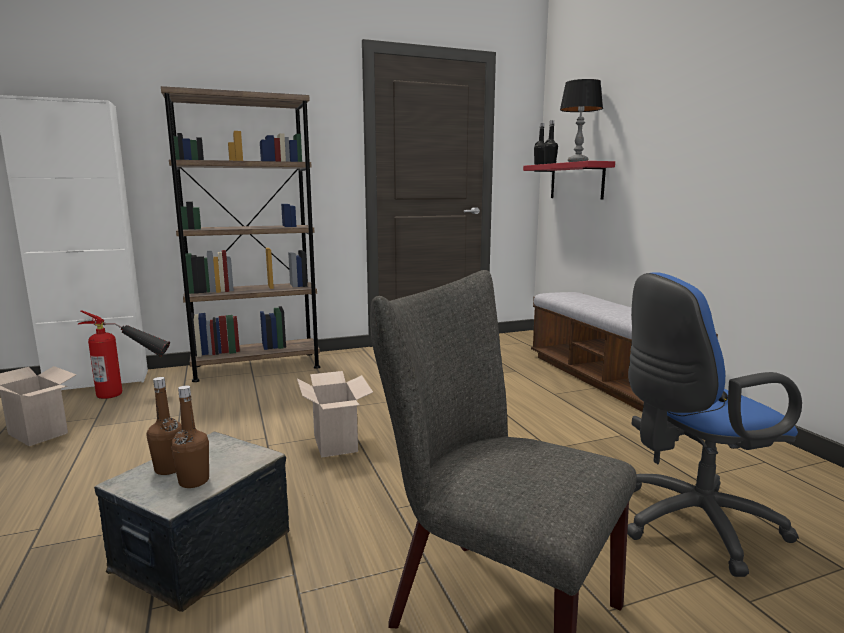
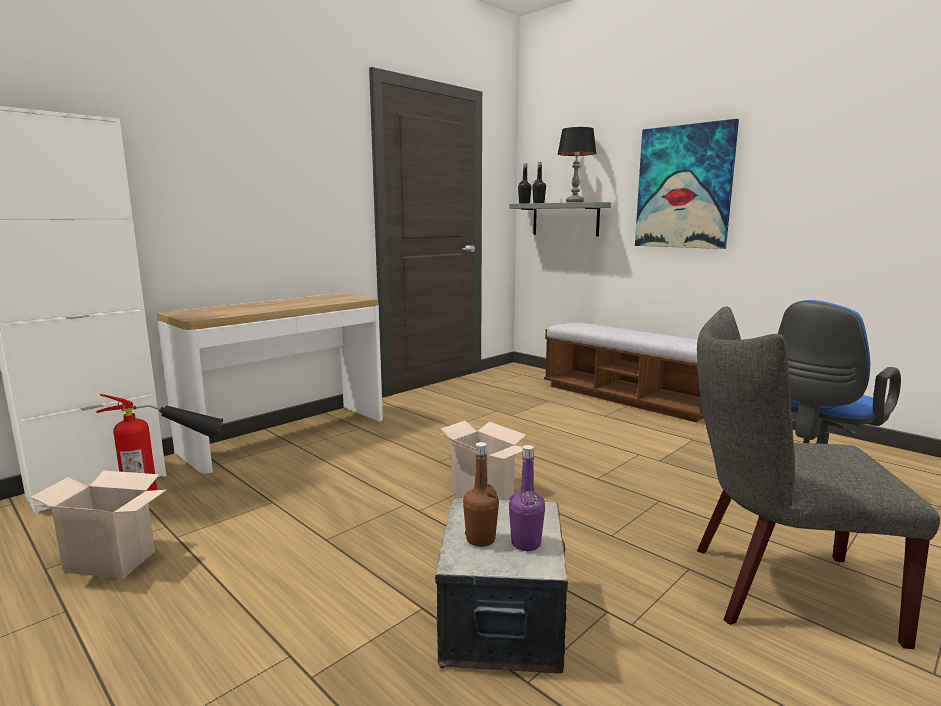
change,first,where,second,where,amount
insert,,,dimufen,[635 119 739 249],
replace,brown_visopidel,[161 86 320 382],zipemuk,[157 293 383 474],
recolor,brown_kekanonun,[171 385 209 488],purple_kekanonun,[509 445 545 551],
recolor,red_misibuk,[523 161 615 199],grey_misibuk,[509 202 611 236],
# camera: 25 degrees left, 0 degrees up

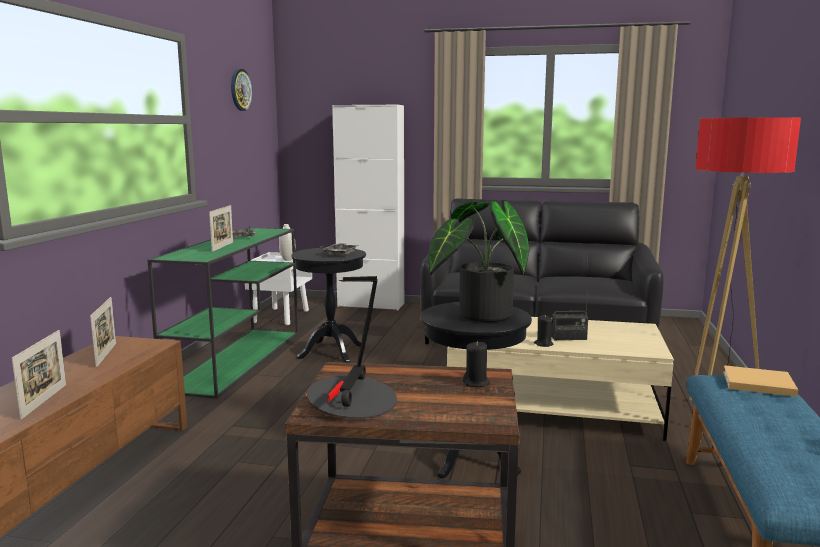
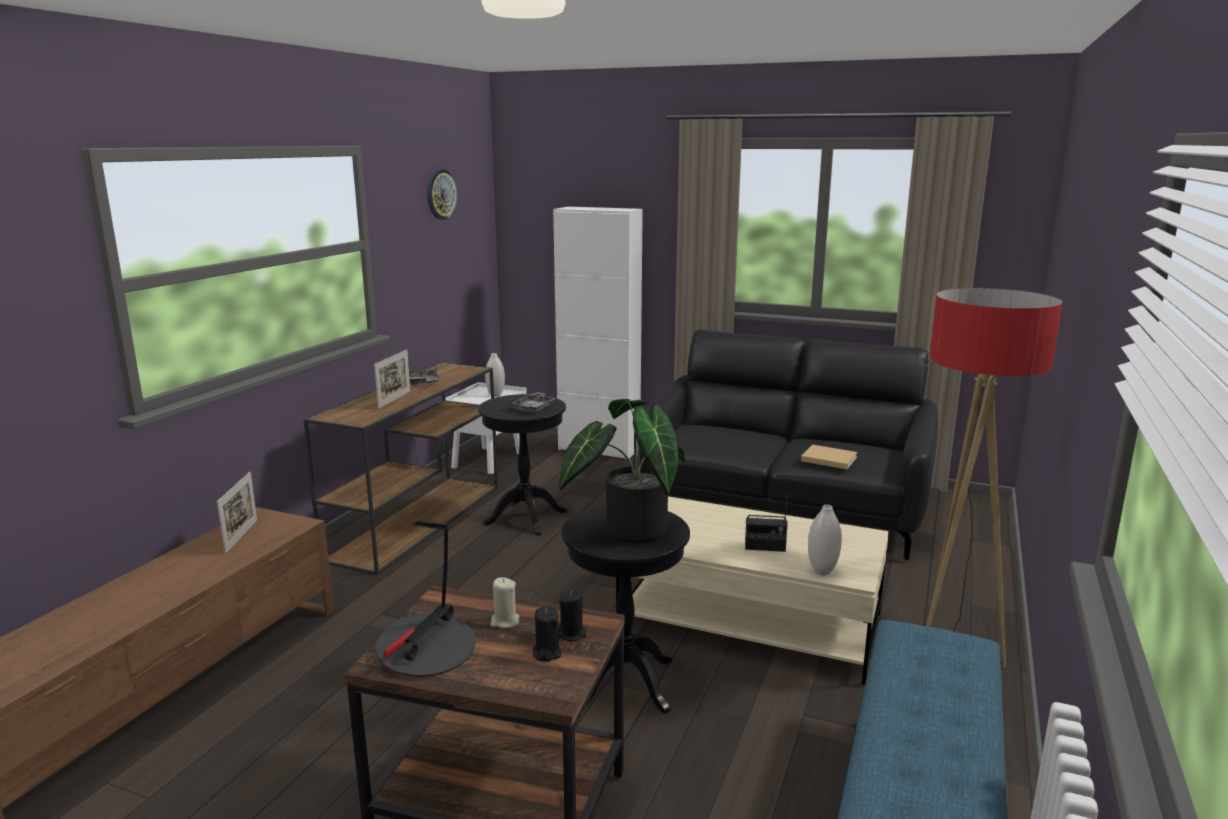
change,first,where,second,where,amount
delete,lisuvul,[12 330 66 420],,,
insert,,,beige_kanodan,[490 577 519 628],
insert,,,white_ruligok,[808 505 842 575],
move,black_kanodan,[534 315 553 347],,[533 606 561 662],
move,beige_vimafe,[723 365 798 397],,[801 445 858 469],
recolor,green_zipemuk,[148 228 298 399],brown_zipemuk,[303 362 498 575],
# camera: 10 degrees right, 5 degrees up

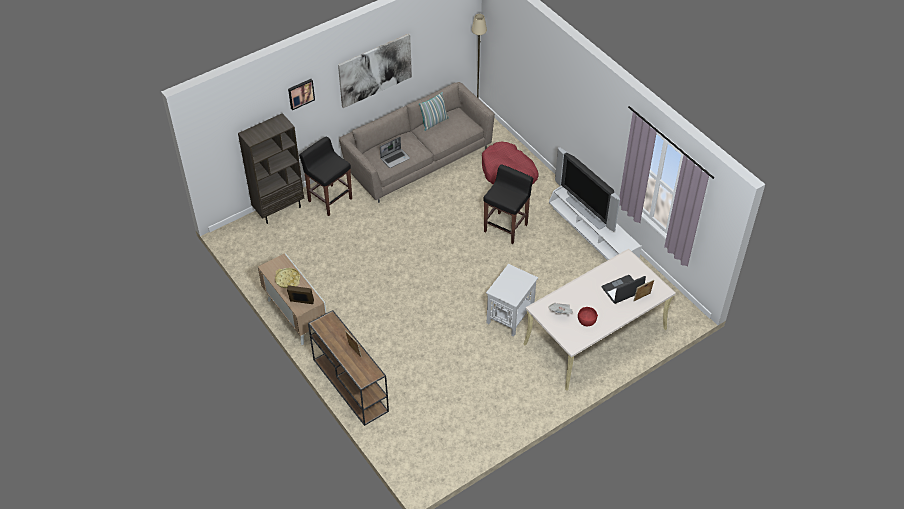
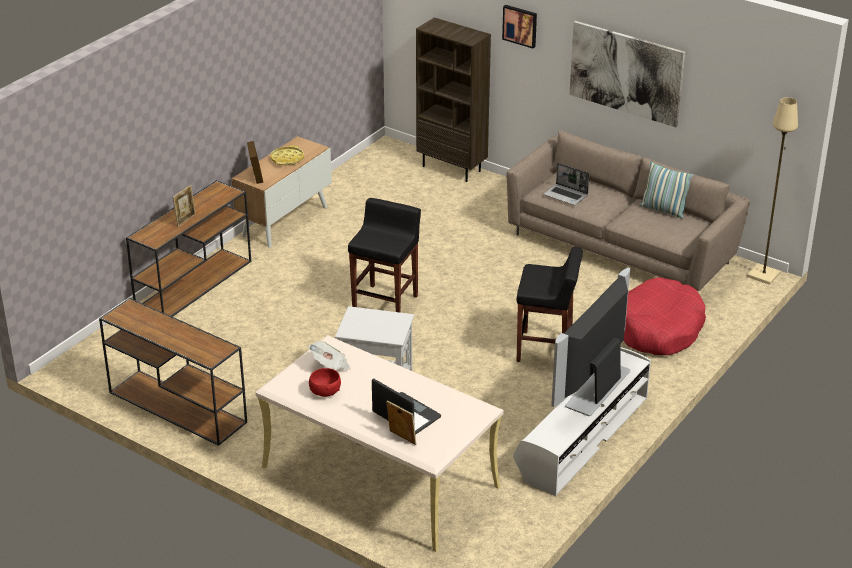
change,first,where,second,where,amount
insert,,,brown_zipemuk,[99 298 247 446],
move,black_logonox,[299 137 352 216],,[348 198 421 313],
# camera: 70 degrees right, 15 degrees down

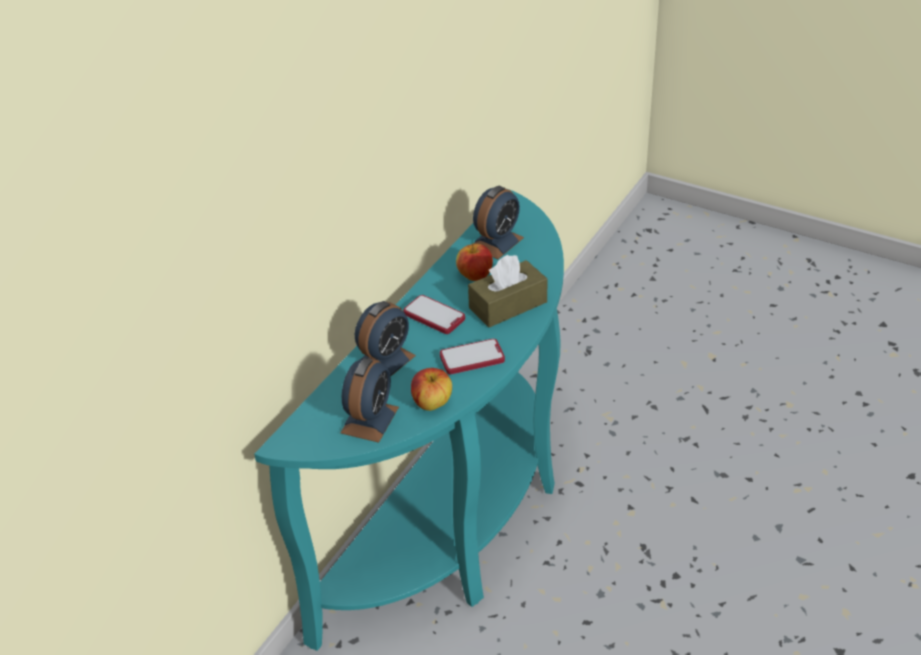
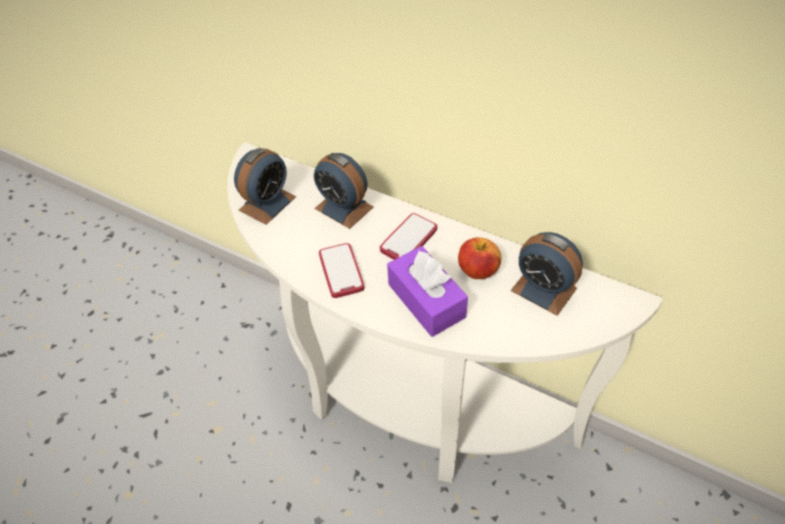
change,first,where,second,where,amount
delete,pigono,[411 368 452 411],,,
recolor,turquoise_zipemuk,[254 189 564 651],white_zipemuk,[227 142 663 483],
recolor,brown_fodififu,[468 255 548 328],purple_fodififu,[387 246 468 337],
rotate,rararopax,[340 358 399 443],,[234 148 296 225],75 degrees counterclockwise
# camera: 90 degrees right, 10 degrees up

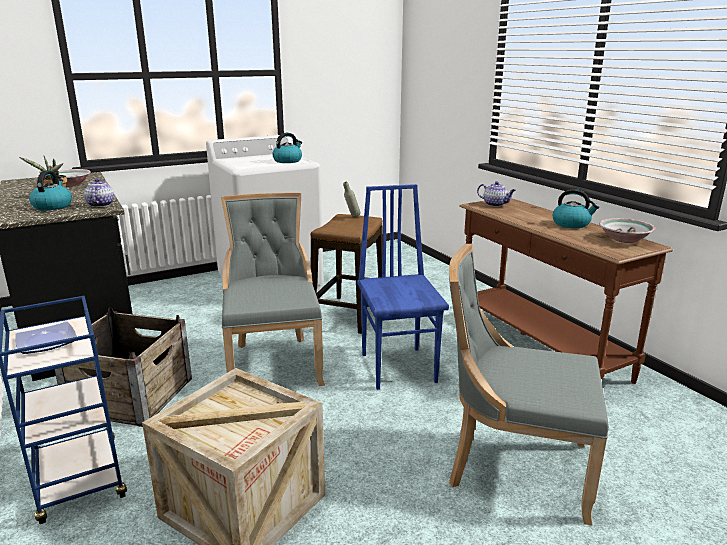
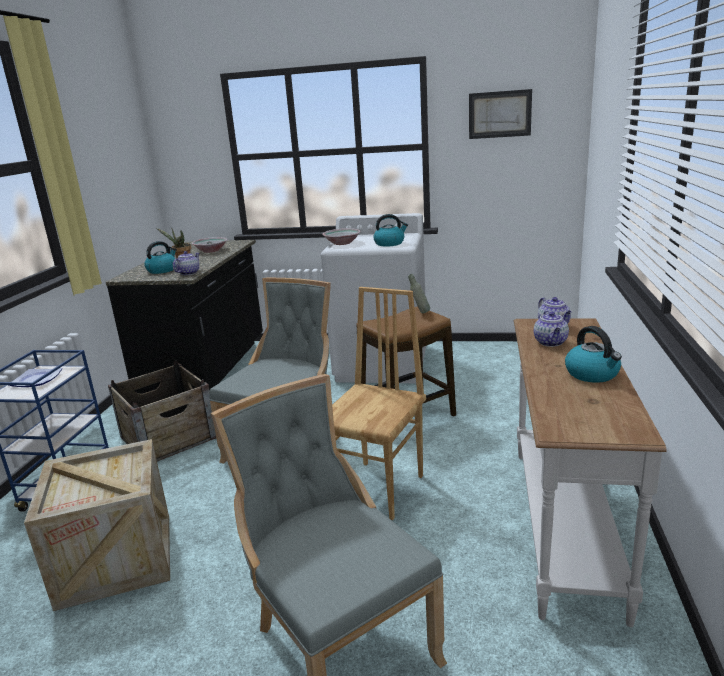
change,first,where,second,where,amount
insert,,,dimufen,[469 89 532 139],
insert,,,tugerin,[534 311 569 347],
move,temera,[599 218 655 243],,[322 228 361 245],
recolor,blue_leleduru,[357 184 449 390],brown_leleduru,[332 287 426 520],
recolor,brown_zipemuk,[459 198 673 384],white_zipemuk,[514 318 666 627],
# camera: 40 degrees right, 0 degrees up

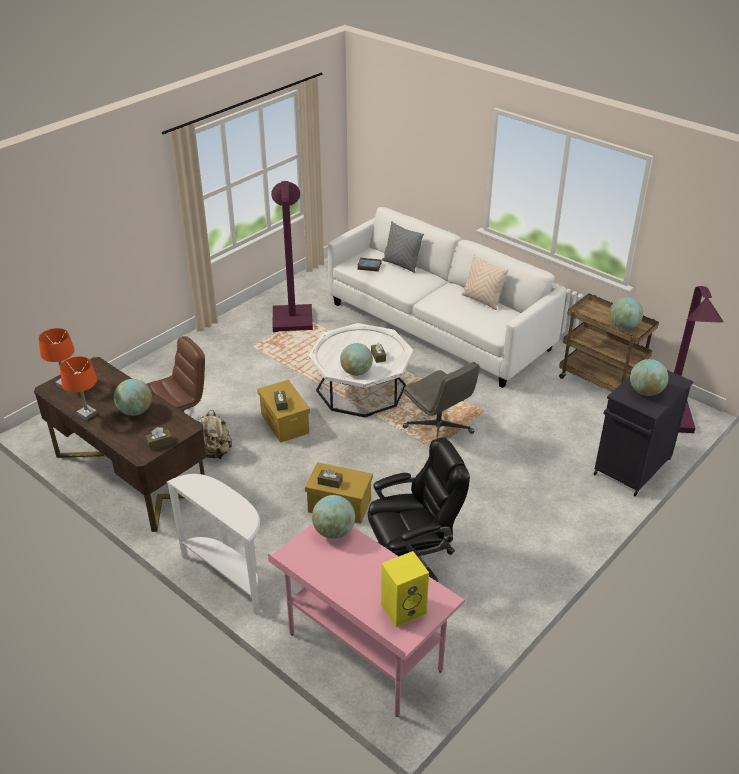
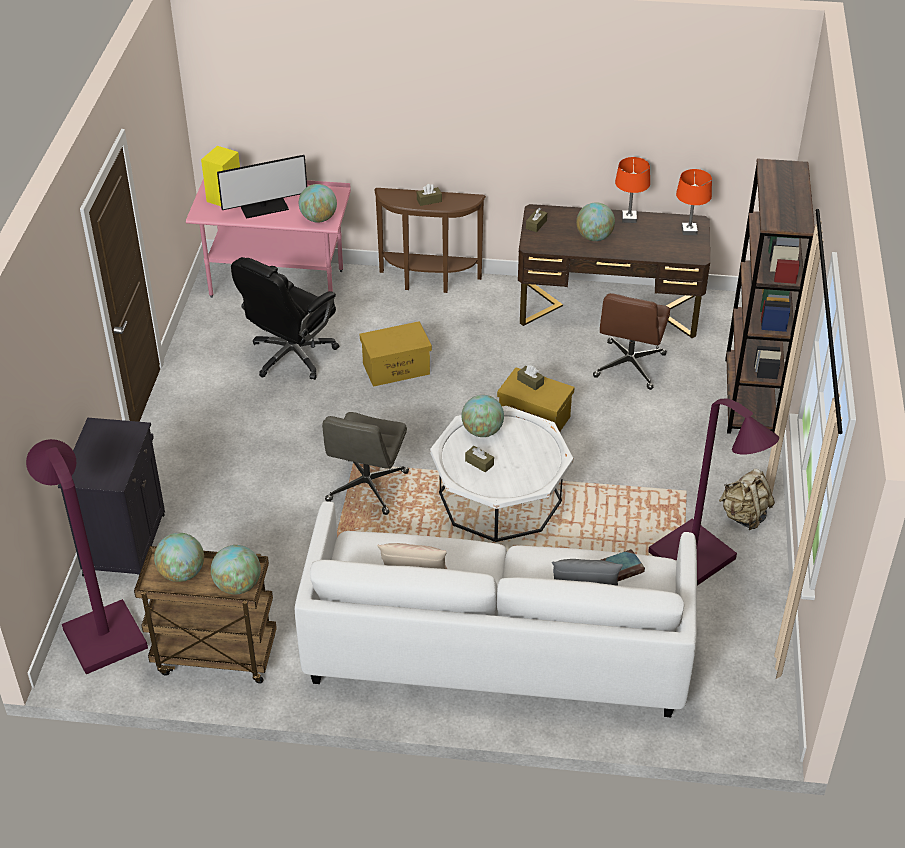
change,first,where,second,where,amount
insert,,,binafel,[217 155 307 219],
insert,,,brown_visopidel,[725 158 815 434],
move,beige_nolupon,[198 410 232 459],,[719 469 775 530],
move,brown_fodififu,[318 469 343 488],,[417 184 442 206],
move,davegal,[630 359 669 396],,[211 545 261 594],
recolor,white_zipemuk,[166 474 260 615],brown_zipemuk,[374 188 486 293],
rotate,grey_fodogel,[403 362 480 439],,[322 412 409 515],90 degrees counterclockwise
# camera: 145 degrees right, 5 degrees up

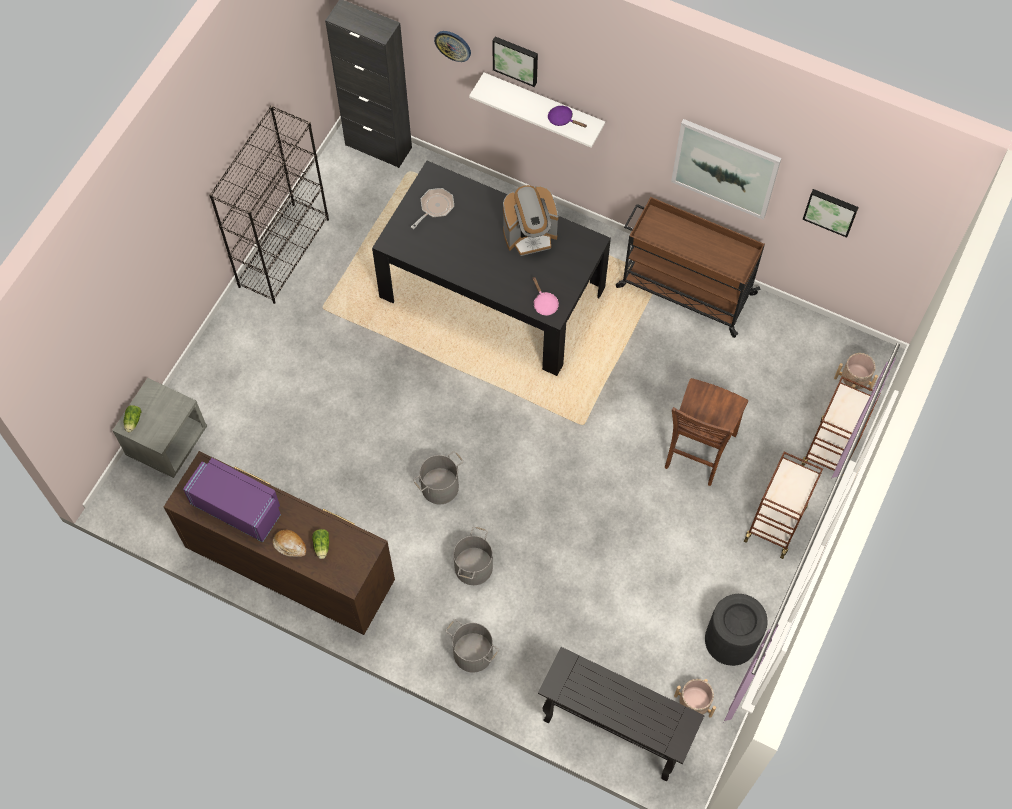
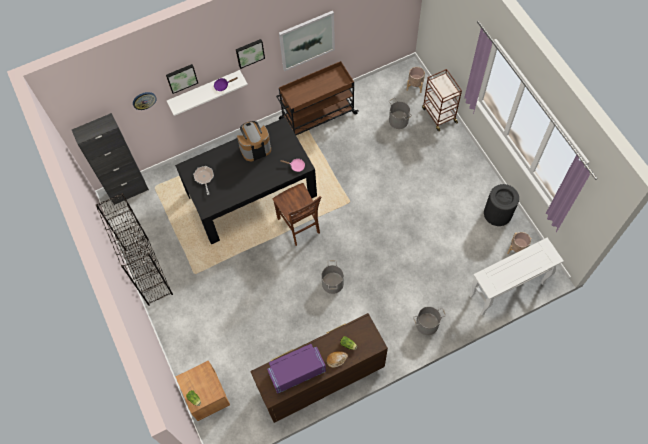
change,first,where,second,where,amount
delete,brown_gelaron,[744 452 823 559],,,
move,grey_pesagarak,[453 527 493 585],,[389 98 412 129],
move,brown_leleduru,[665 378 748 486],,[273 183 321 246],
move,dimufen,[803 189 859 238],,[236 39 265 69],
recolor,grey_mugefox,[112 378 207 478],brown_mugefox,[175 360 230 421],
recolor,black_zipemuk,[538 647 704 781],white_zipemuk,[469 238 564 316],
rotate,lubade,[503 185 559 256],,[236 121 271 161],135 degrees counterclockwise
# camera: 50 degrees left, 0 degrees up

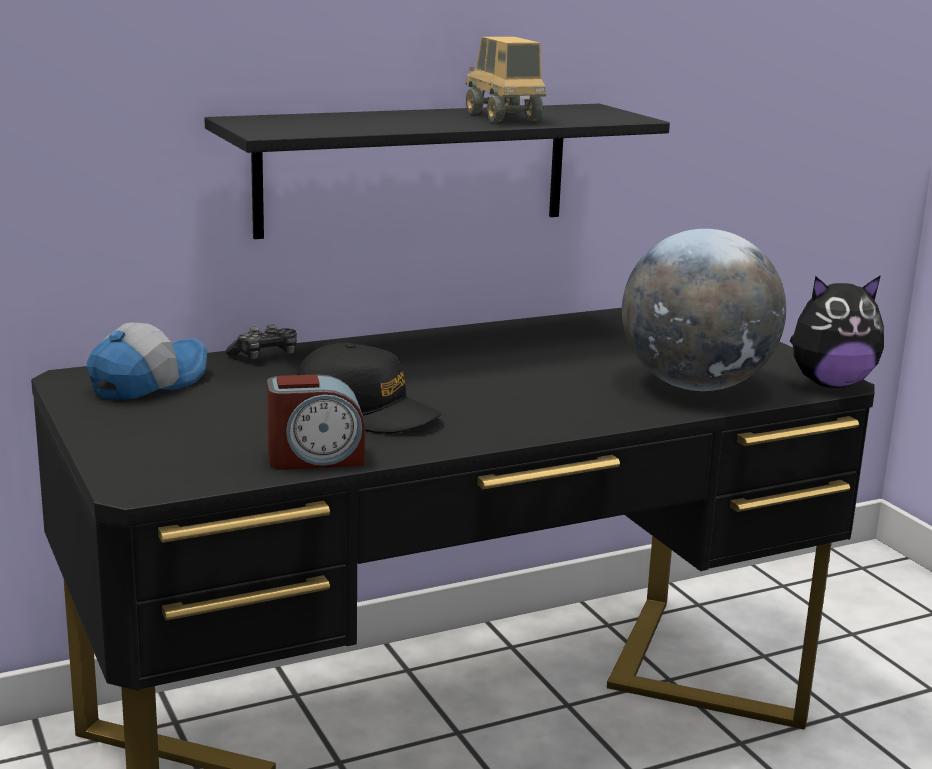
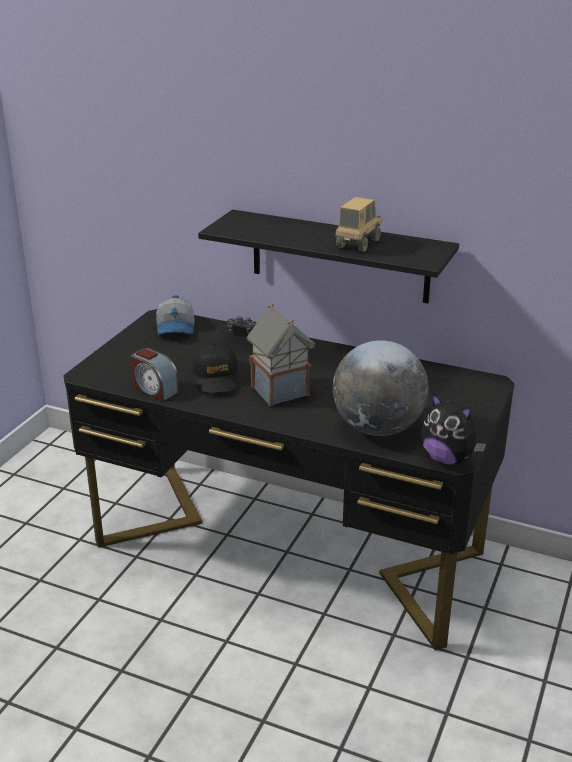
change,first,where,second,where,amount
insert,,,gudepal,[247 304 315 407],
rotate,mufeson,[87 323 208 400],,[156 295 195 335],90 degrees clockwise
# camera: 50 degrees right, 10 degrees up

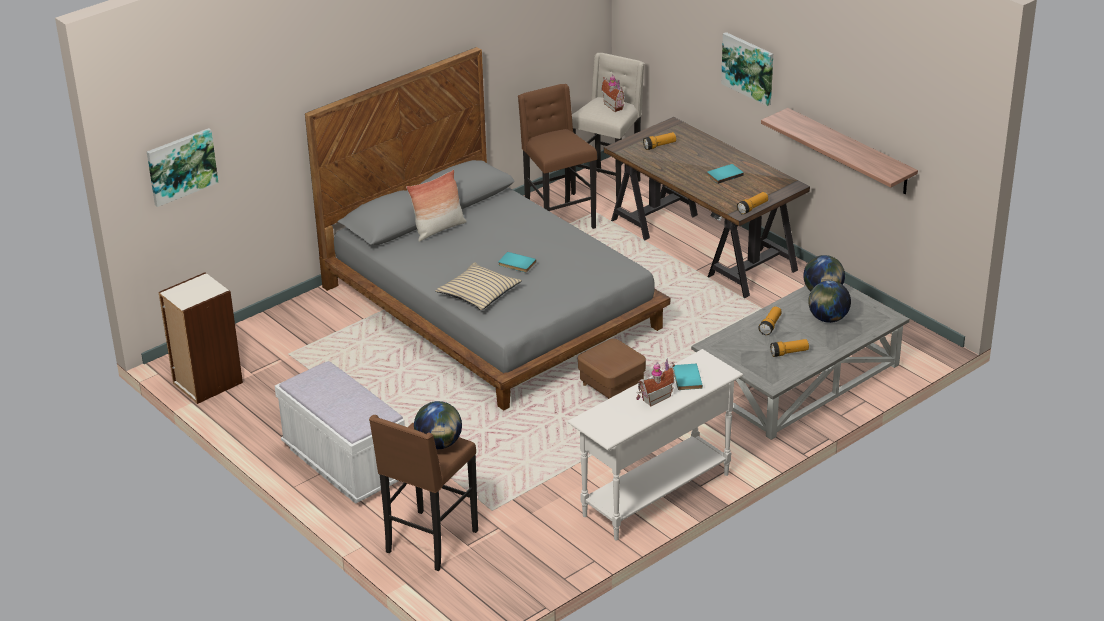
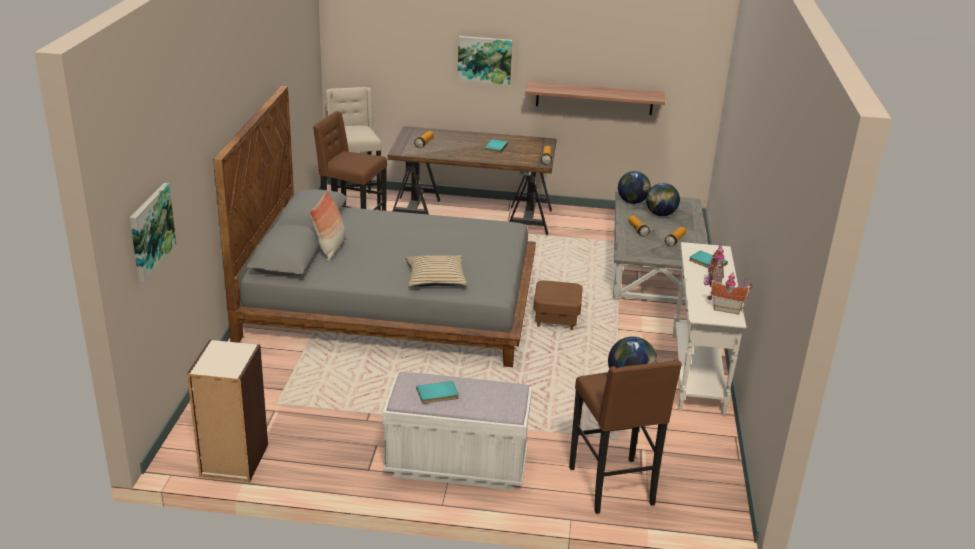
change,first,where,second,where,amount
move,turquoise_vimafe,[498 252 536 272],,[416 381 459 404],
move,gudepal,[601 74 625 112],,[708 273 753 315],
# camera: 45 degrees left, 5 degrees down

